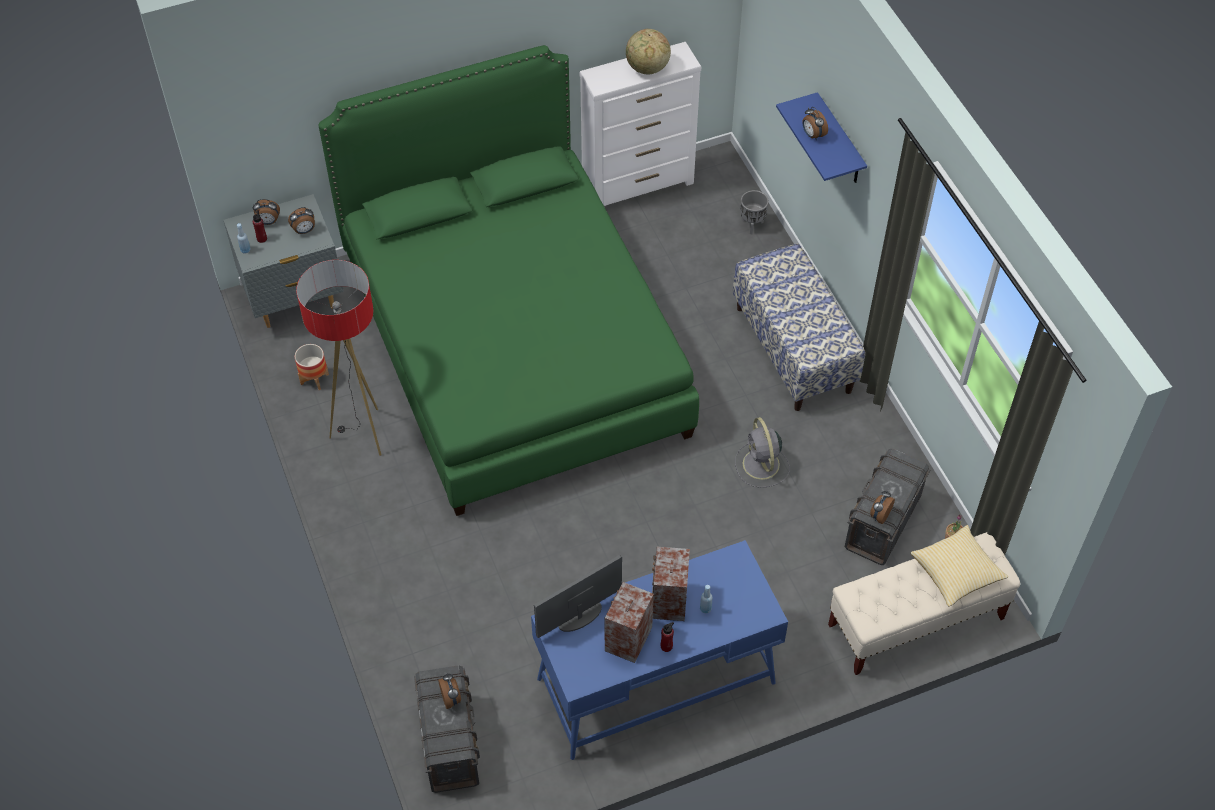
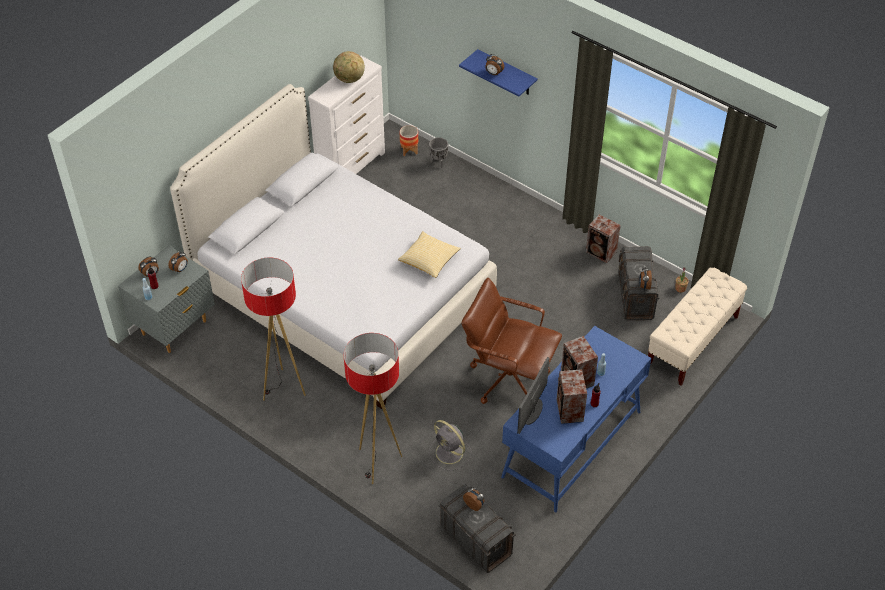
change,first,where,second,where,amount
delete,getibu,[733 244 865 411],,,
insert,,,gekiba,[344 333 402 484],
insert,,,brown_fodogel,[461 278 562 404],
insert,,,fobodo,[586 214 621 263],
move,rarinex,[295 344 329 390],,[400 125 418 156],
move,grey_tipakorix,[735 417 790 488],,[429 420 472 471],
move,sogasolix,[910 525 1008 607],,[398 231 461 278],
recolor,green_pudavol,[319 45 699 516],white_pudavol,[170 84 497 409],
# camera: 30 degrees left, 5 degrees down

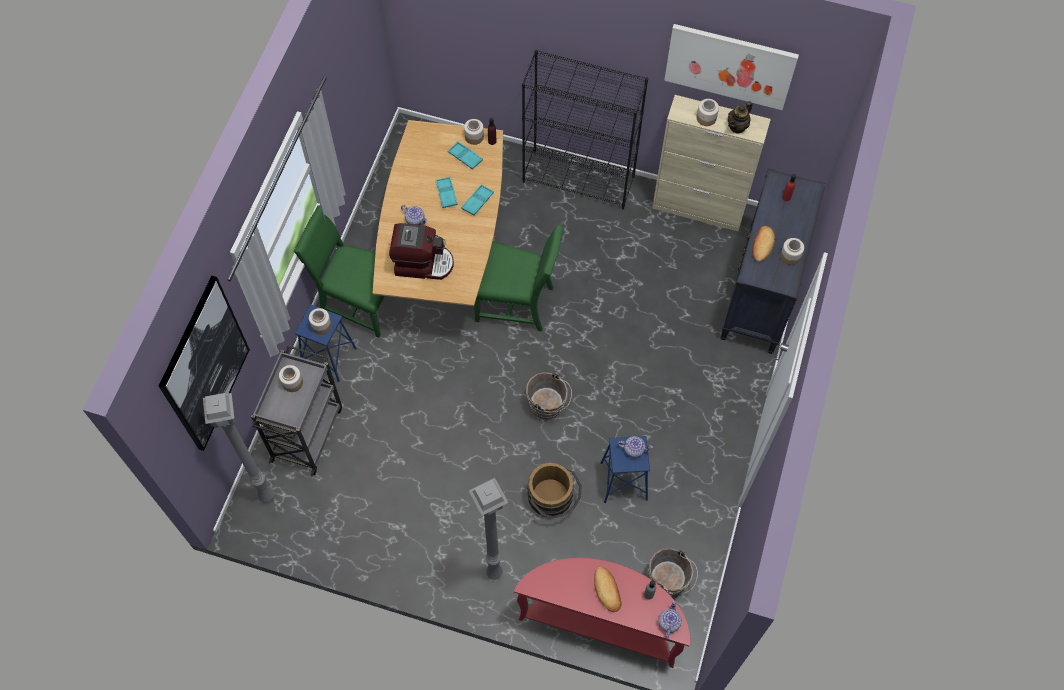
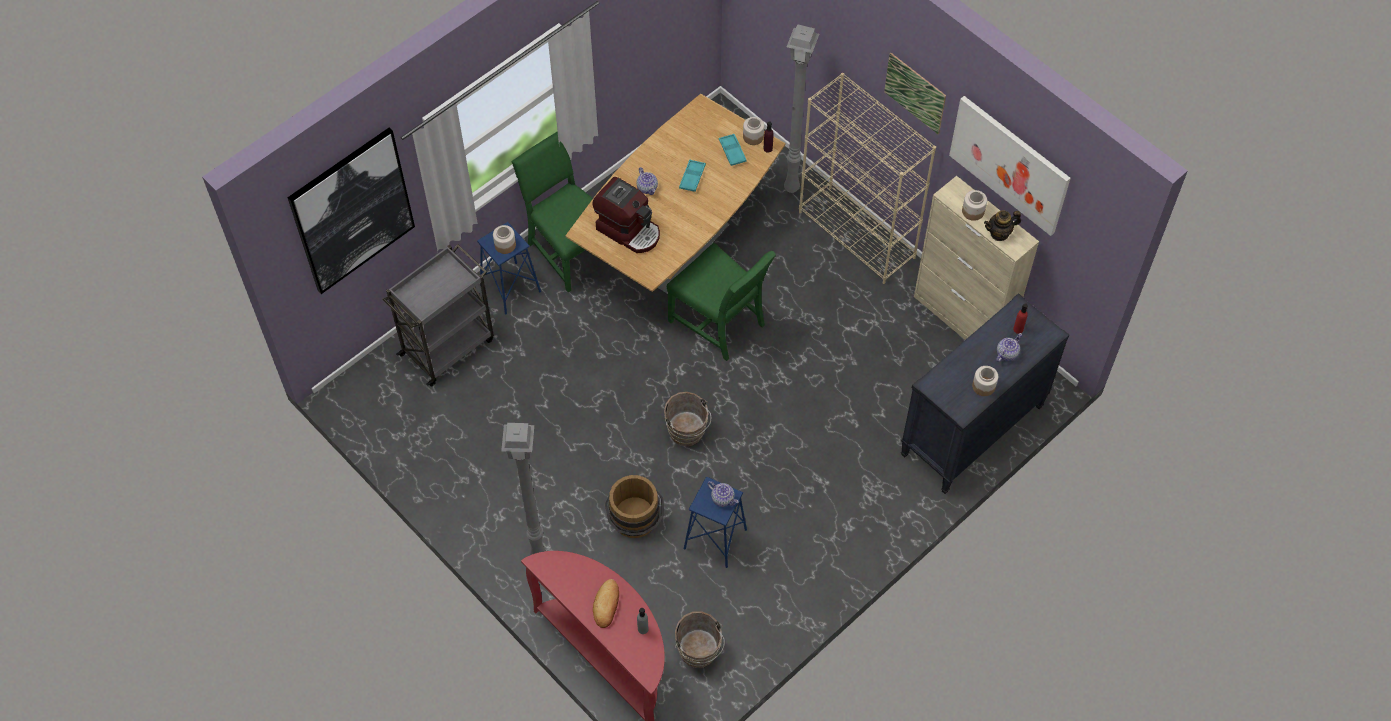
change,first,where,second,where,amount
delete,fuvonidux,[279 365 303 392],,,
delete,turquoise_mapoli,[461 184 494 215],,,
delete,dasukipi,[752 226 775 262],,,
insert,,,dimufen,[884 53 946 134],
move,grey_gekiba,[203 393 274 503],,[784 24 819 193],
move,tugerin,[658 601 682 639],,[996 333 1022 362],
recolor,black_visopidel,[522 50 648 209],beige_visopidel,[799 73 936 284],
# camera: 30 degrees right, 5 degrees down

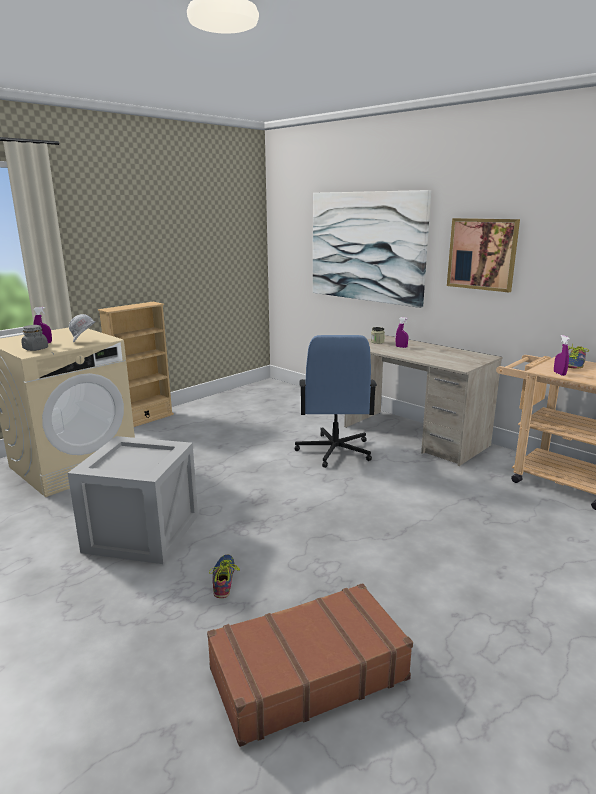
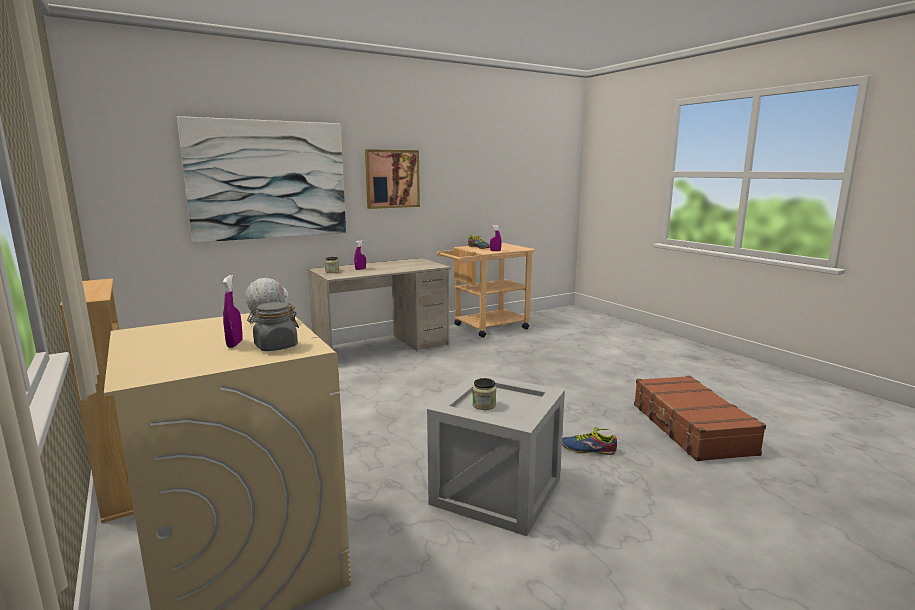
change,first,where,second,where,amount
delete,blue_fodogel,[294 335 377 468],,,
insert,,,fuvonidux,[472 378 496 410],
# camera: 75 degrees left, 5 degrees down

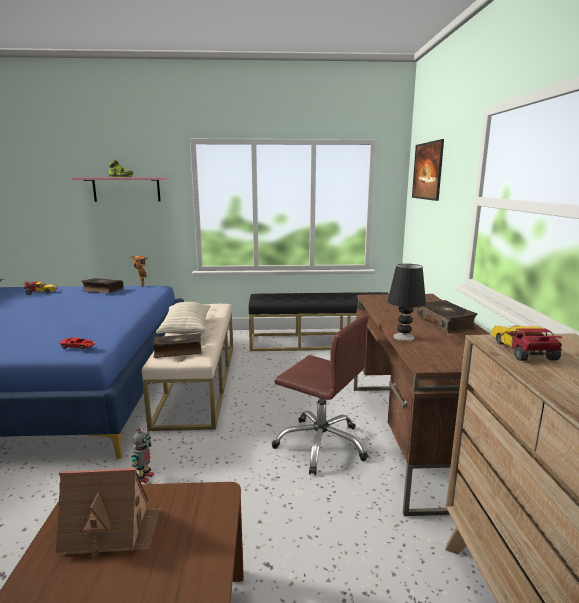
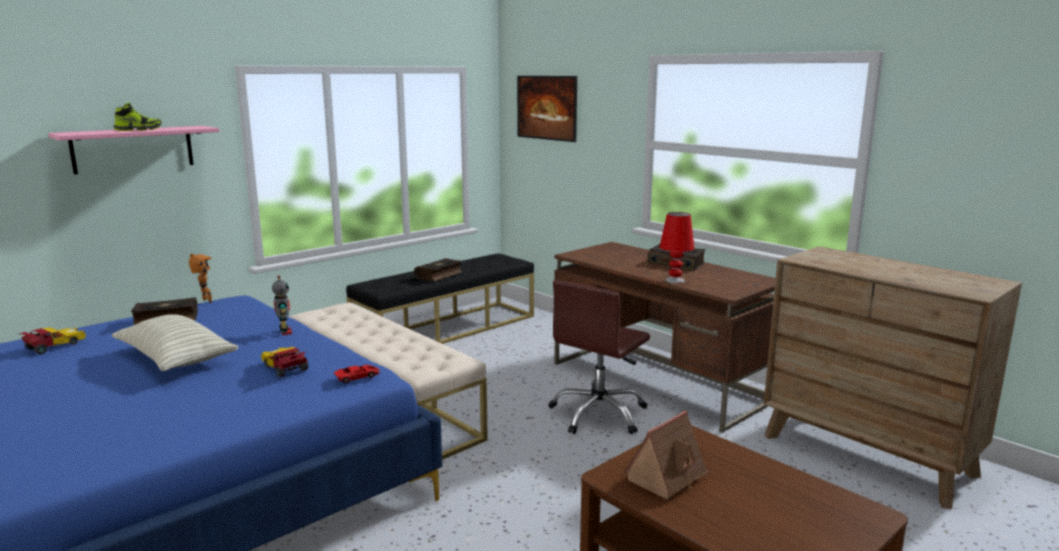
change,first,where,second,where,amount
move,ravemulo,[131 428 154 483],,[272 275 292 335],
move,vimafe,[153 333 202 358],,[414 258 462 282],
move,sogasolix,[156 302 210 334],,[112 314 238 372],
move,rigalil,[492 326 562 361],,[261 347 308 378],
recolor,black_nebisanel,[388 264 426 341],red_nebisanel,[660 212 694 284],
rotate,brown_fodogel,[272 315 369 475],,[548 280 650 434],135 degrees clockwise
# camera: 40 degrees left, 0 degrees up

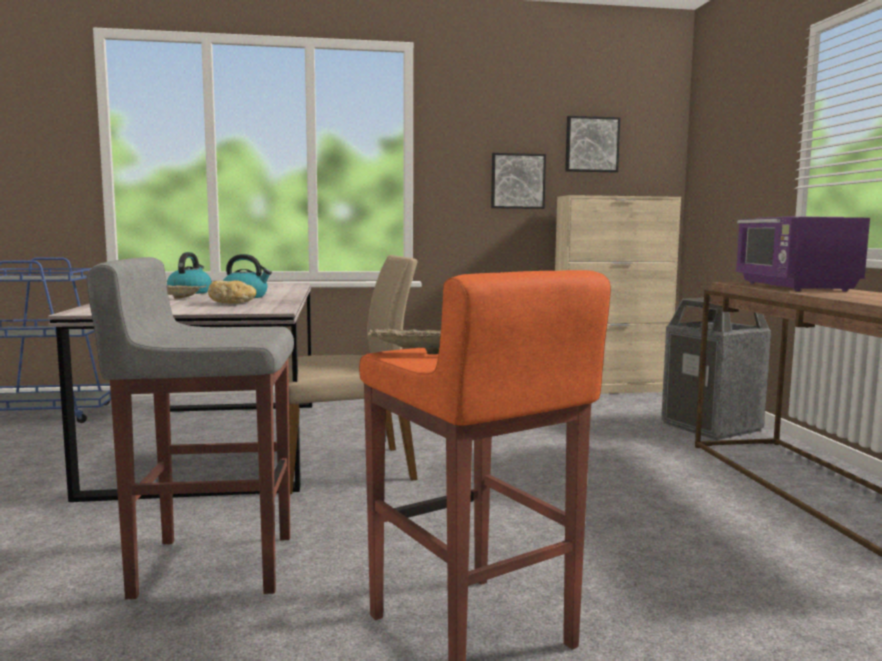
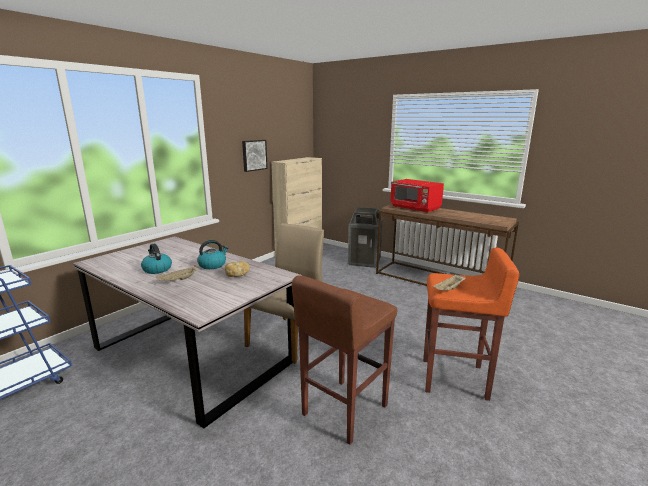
change,first,where,second,where,amount
delete,dimufen,[565 116 621 172],,,
recolor,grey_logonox,[86 257 294 599],brown_logonox,[292 275 397 445],
recolor,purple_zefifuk,[735 216 870 291],red_zefifuk,[390 179 444 213],
# camera: 45 degrees left, 10 degrees up

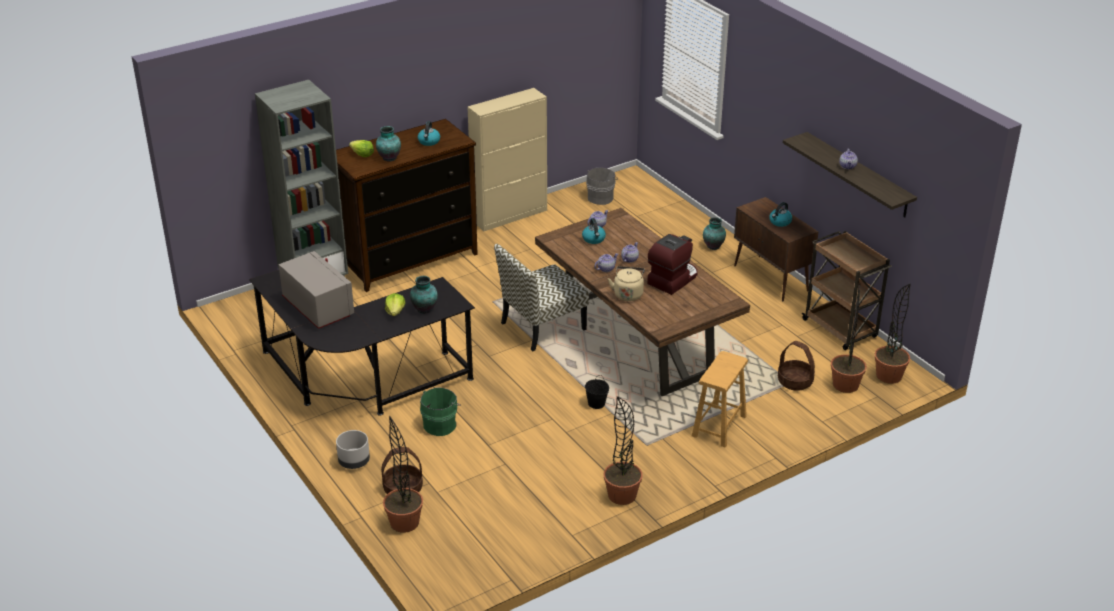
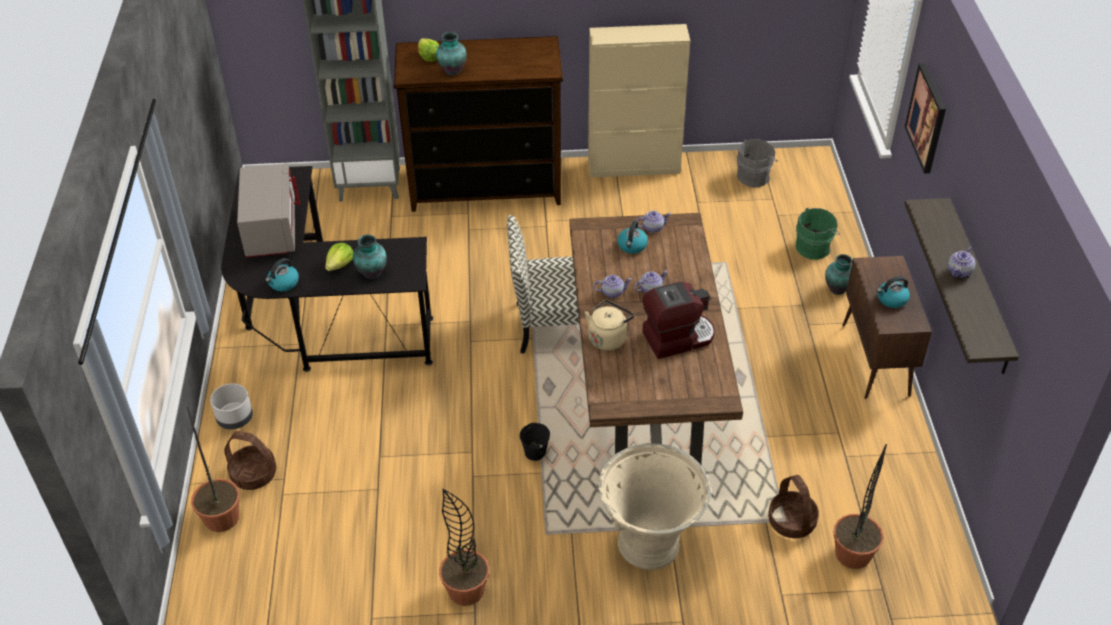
change,first,where,second,where,amount
delete,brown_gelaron,[801 231 892 350],,,
delete,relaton,[875 284 911 384],,,
insert,,,dimufen,[905 63 946 173],
move,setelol,[418 121 440 146],,[265 258 299 291],
move,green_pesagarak,[420 388 461 436],,[796 208 840 260],
replace,brown_logonox,[692 351 748 447],beige_rarinex,[598 443 711 570],
# camera: 30 degrees right, 10 degrees up

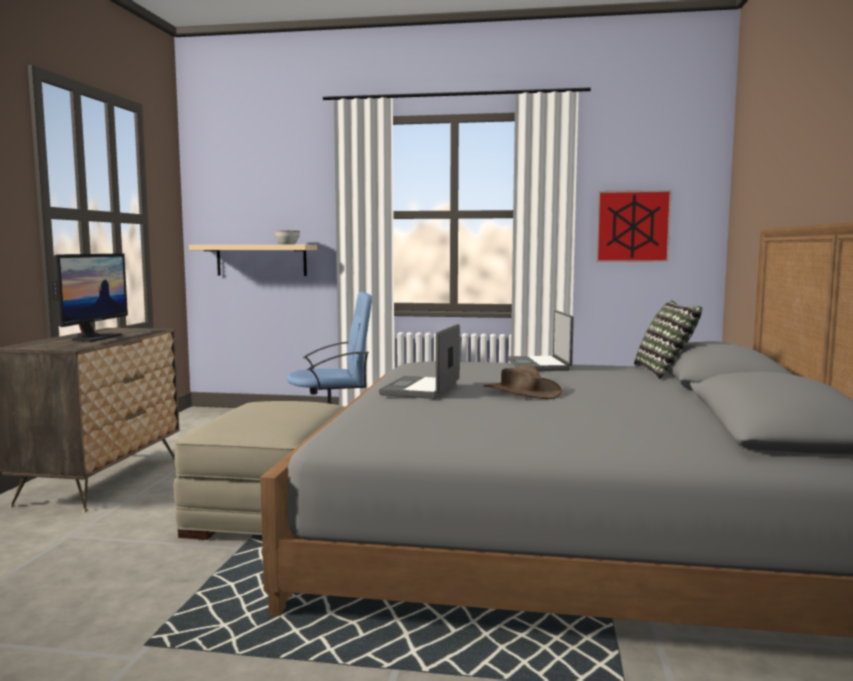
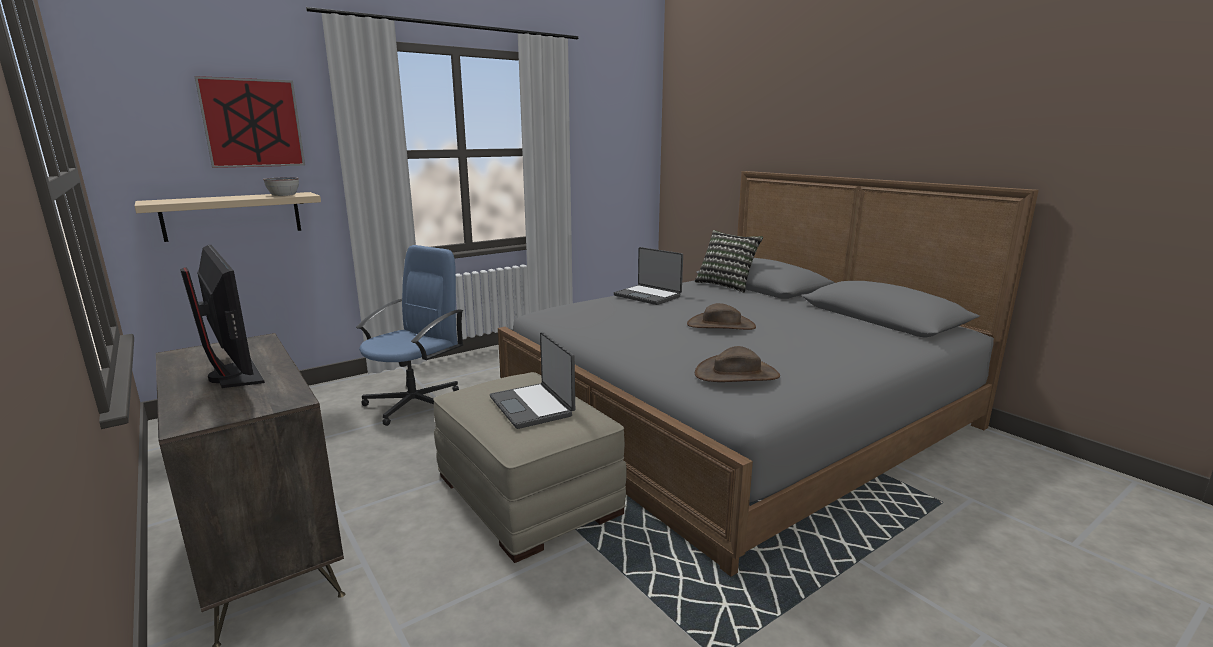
change,first,where,second,where,amount
insert,,,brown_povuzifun,[695 346 780 382],
move,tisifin,[379 324 460 399],,[490 332 575 429],
move,dimufen,[596 190 672 262],,[195 76 305 168],
# camera: 45 degrees left, 10 degrees up

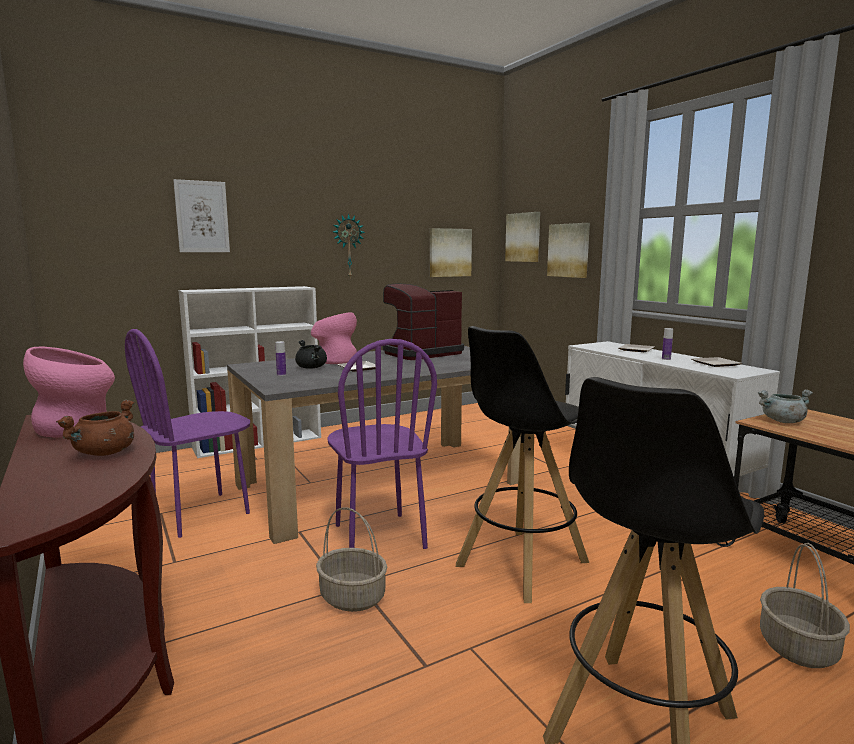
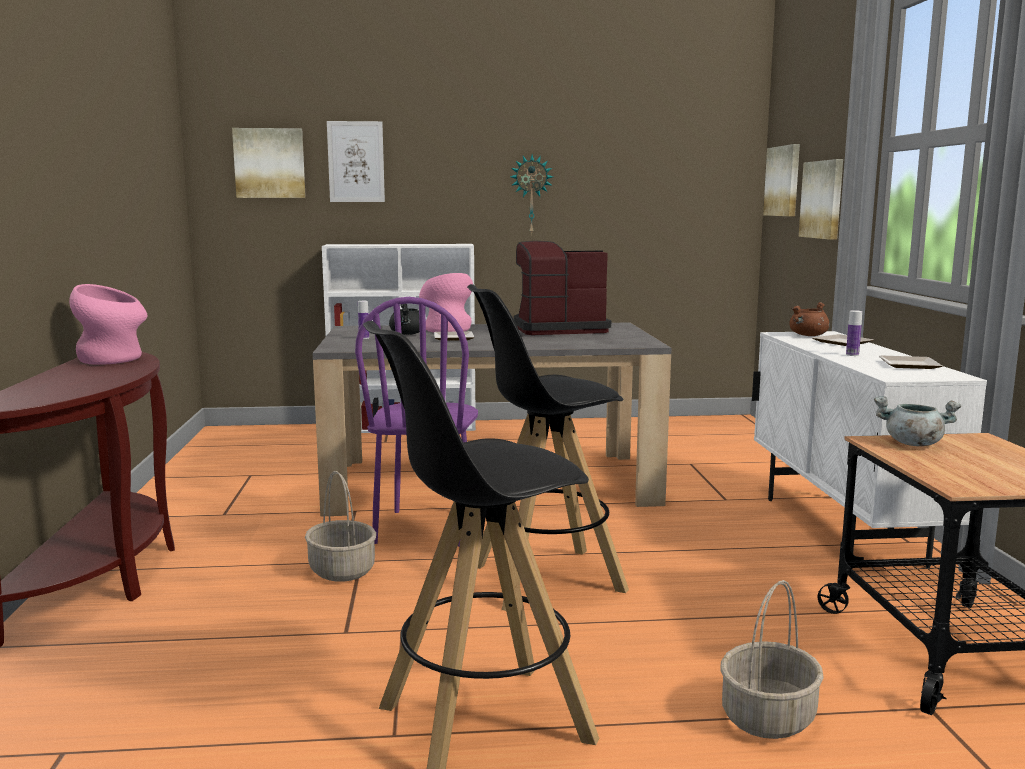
change,first,where,second,where,amount
delete,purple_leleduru,[125 329 250 538],,,
move,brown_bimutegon,[56 400 134 456],,[789 302 830 336],
move,dimufen,[430 228 472 277],,[232 128 306 198],
# camera: 25 degrees right, 0 degrees up

